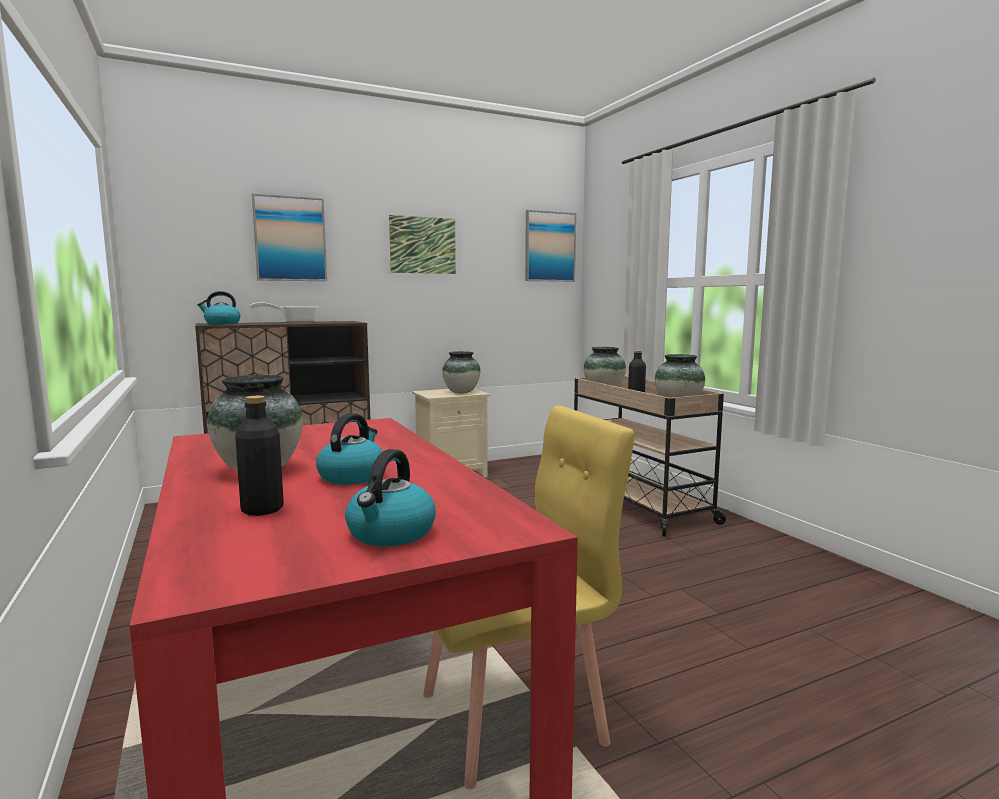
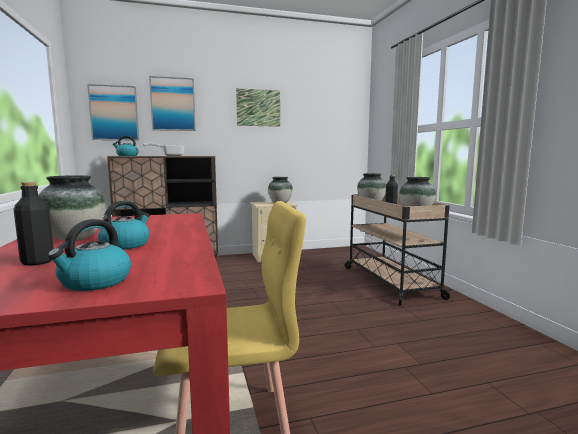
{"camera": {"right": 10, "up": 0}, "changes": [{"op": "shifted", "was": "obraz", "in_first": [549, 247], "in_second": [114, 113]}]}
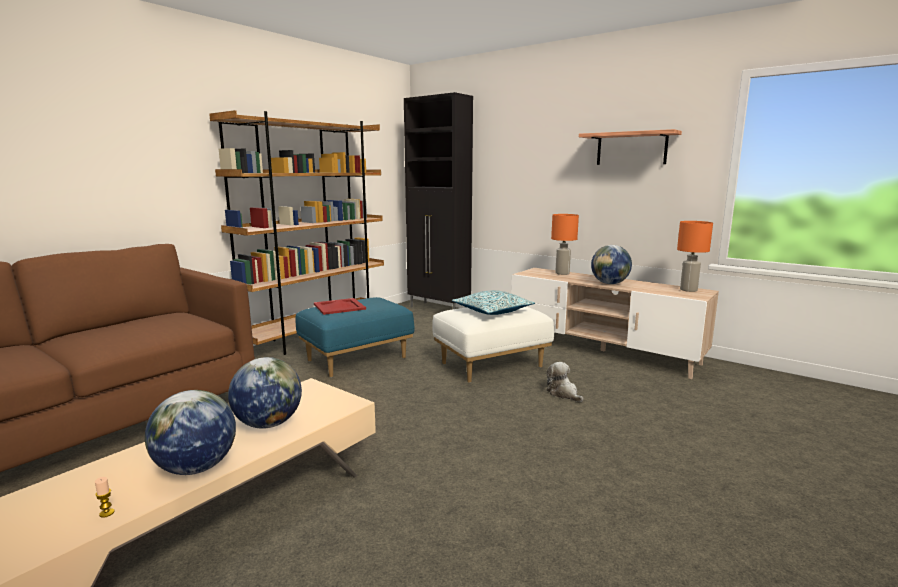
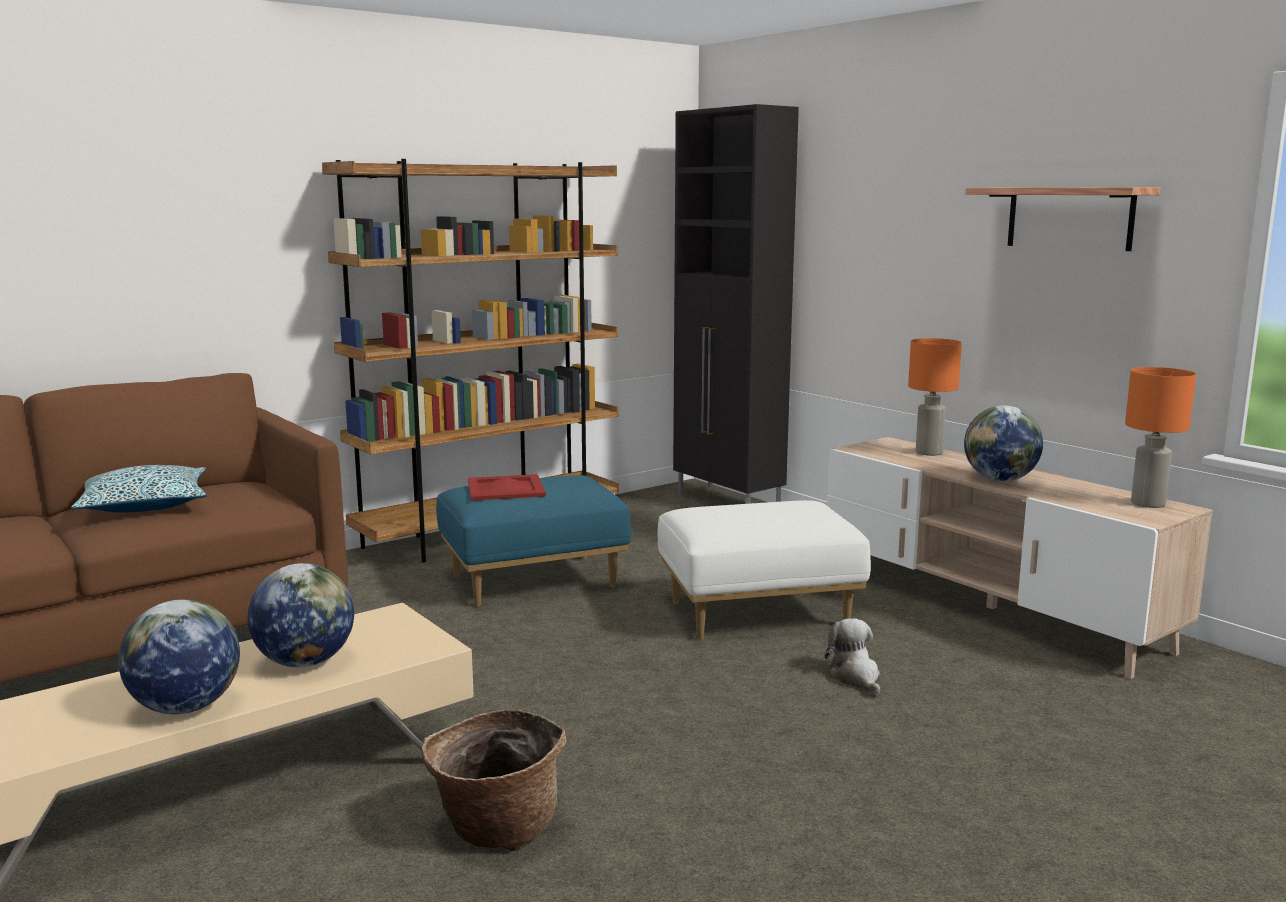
{"camera": {"right": 15, "up": 0}, "changes": [{"op": "shifted", "was": "poduszka", "in_first": [492, 311], "in_second": [145, 505]}, {"op": "new", "now": "koszyk", "in_second": [496, 829]}, {"op": "gone", "was": "świeca", "in_first": [107, 513]}]}
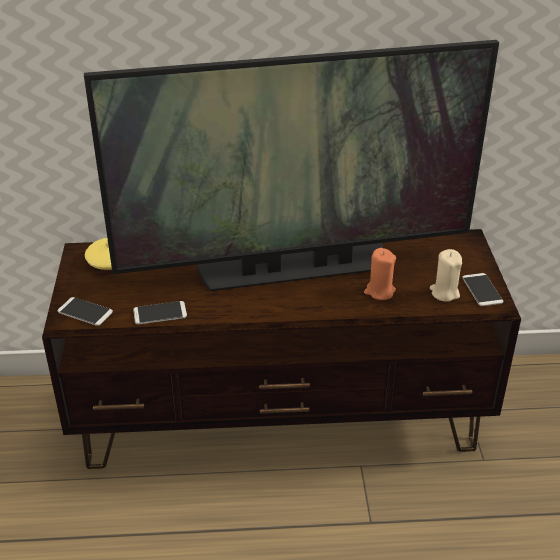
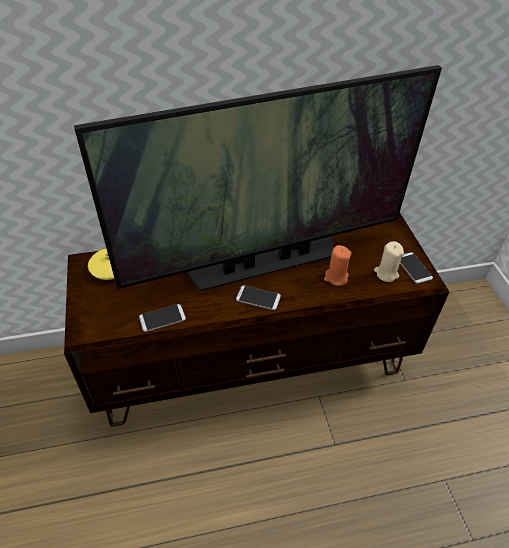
{"camera": {"right": -10, "up": 10}, "changes": [{"op": "shifted", "was": "telefon", "in_first": [85, 312], "in_second": [258, 298]}]}
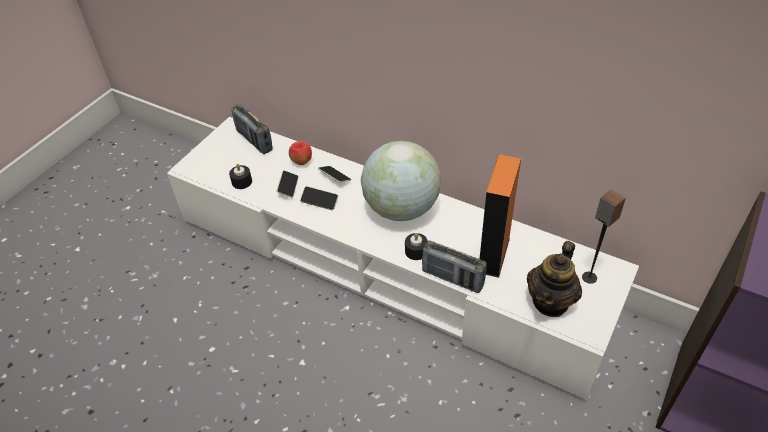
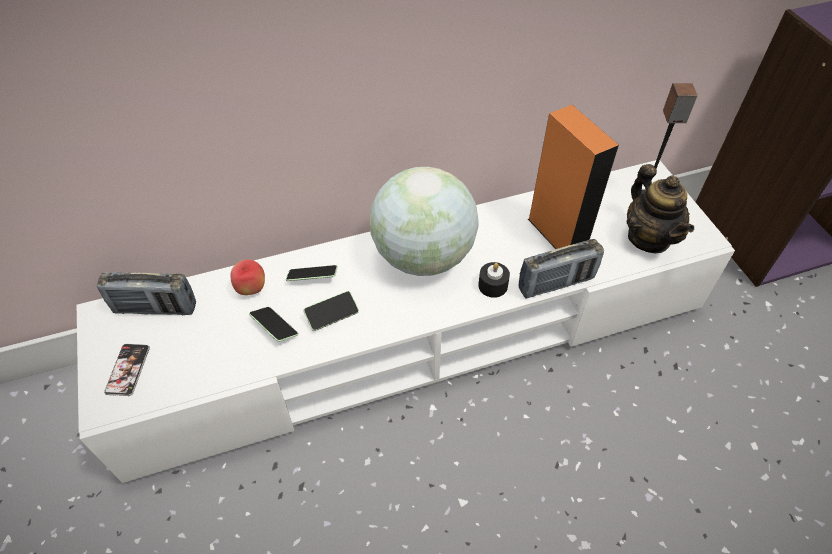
{"camera": {"right": -50, "up": 5}, "changes": [{"op": "new", "now": "telefon", "in_second": [128, 370]}, {"op": "gone", "was": "świeca [czarny]", "in_first": [242, 182]}]}
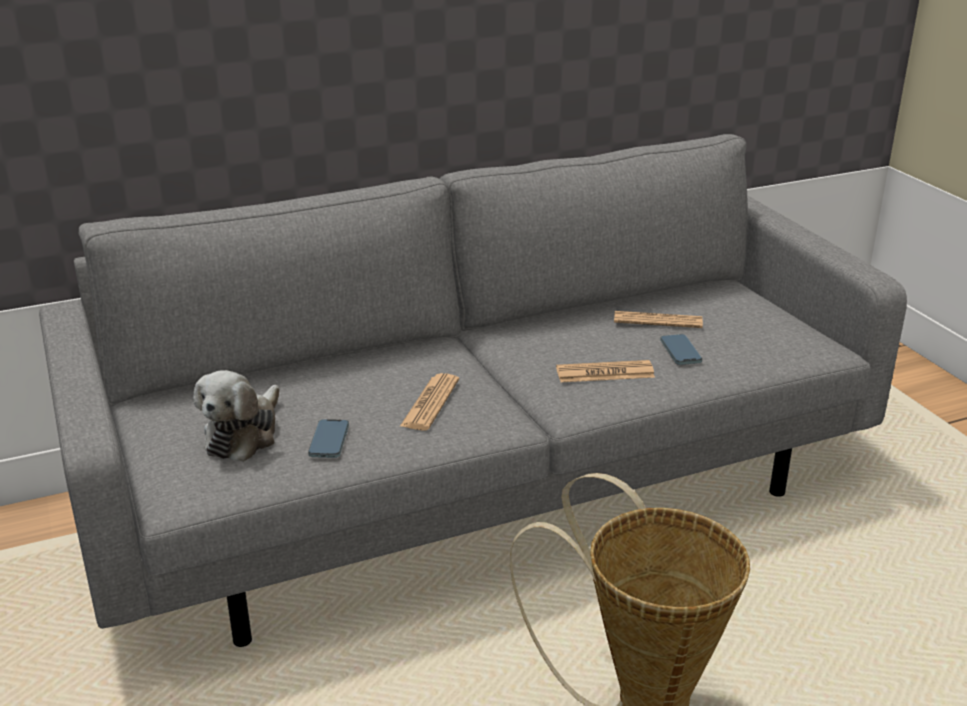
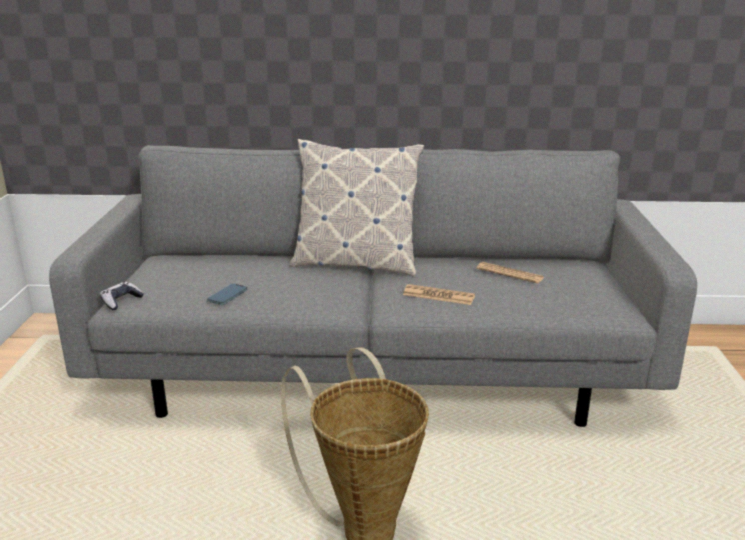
{"camera": {"right": 25, "up": -5}, "changes": [{"op": "new", "now": "pad do gier", "in_second": [121, 301]}, {"op": "new", "now": "poduszka", "in_second": [356, 263]}, {"op": "gone", "was": "pluszak", "in_first": [244, 434]}, {"op": "gone", "was": "gazeta", "in_first": [430, 403]}, {"op": "gone", "was": "telefon", "in_first": [680, 352]}]}
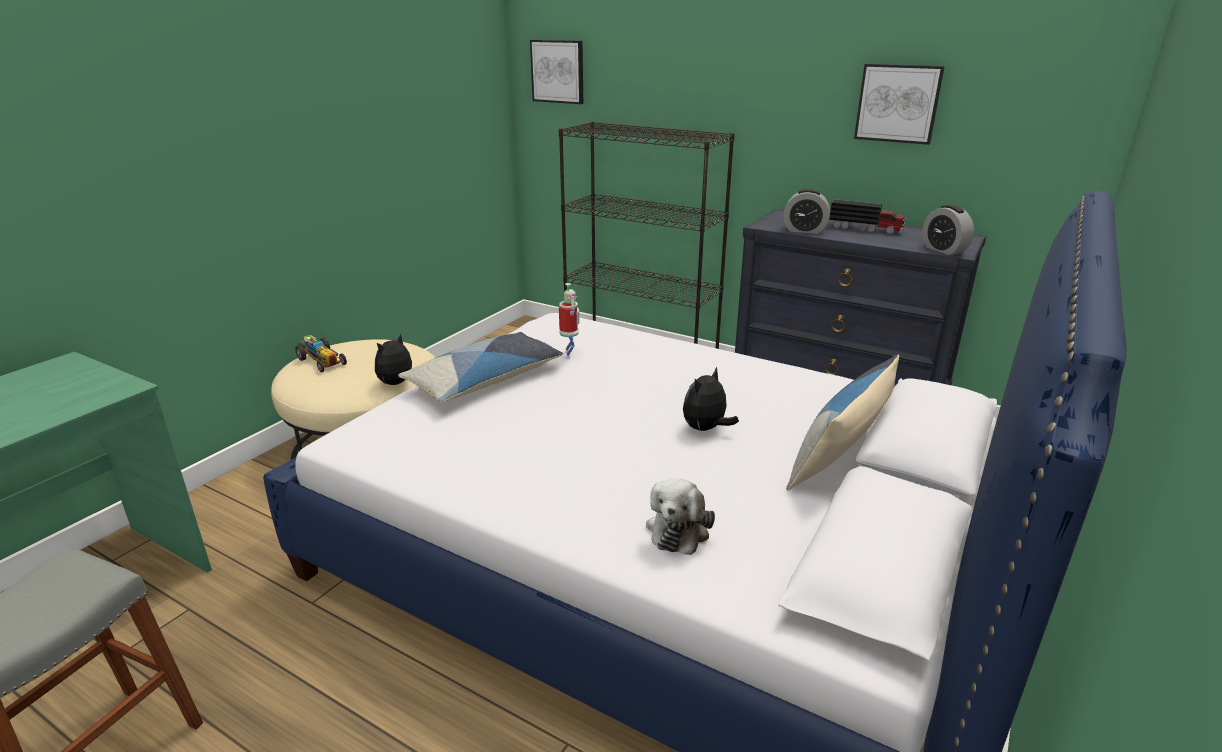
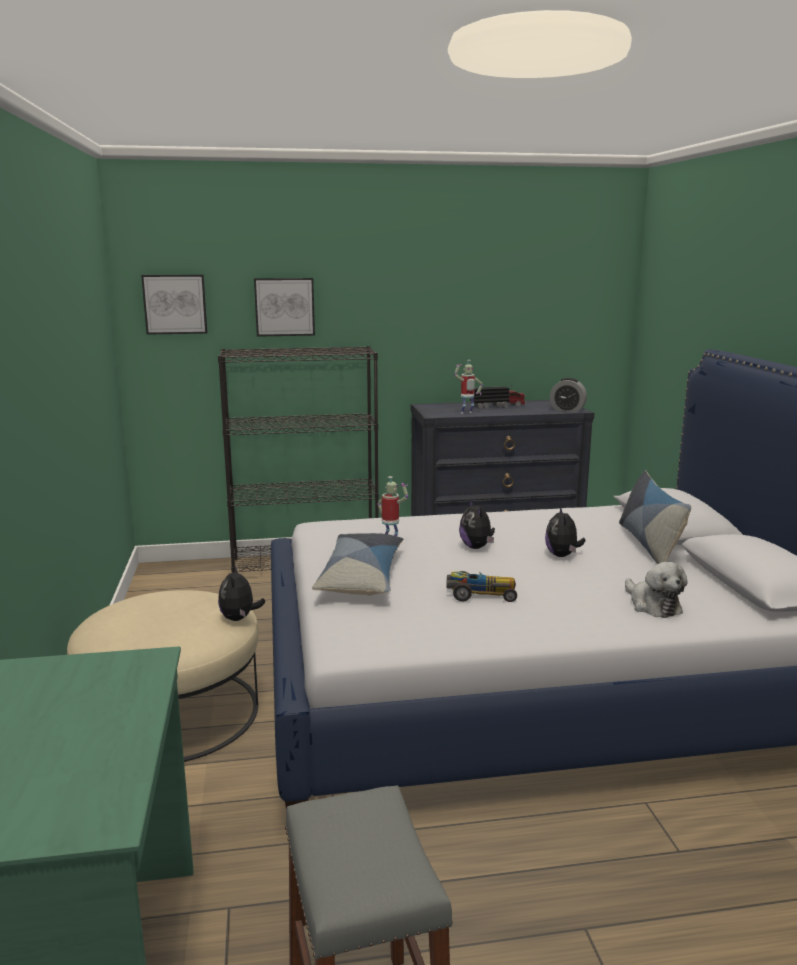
{"camera": {"right": -40, "up": -10}, "changes": [{"op": "shifted", "was": "obraz", "in_first": [898, 103], "in_second": [284, 307]}, {"op": "shifted", "was": "samochodzik", "in_first": [321, 360], "in_second": [480, 595]}, {"op": "swapped", "was": "budzik", "now": "robot zabawkowy", "in_first": [804, 230], "in_second": [467, 413]}, {"op": "new", "now": "pluszak", "in_second": [477, 547]}]}
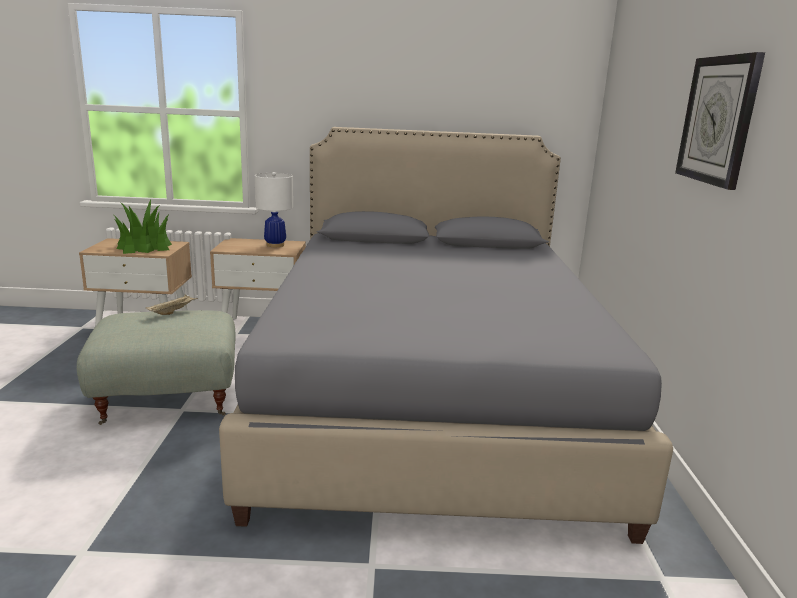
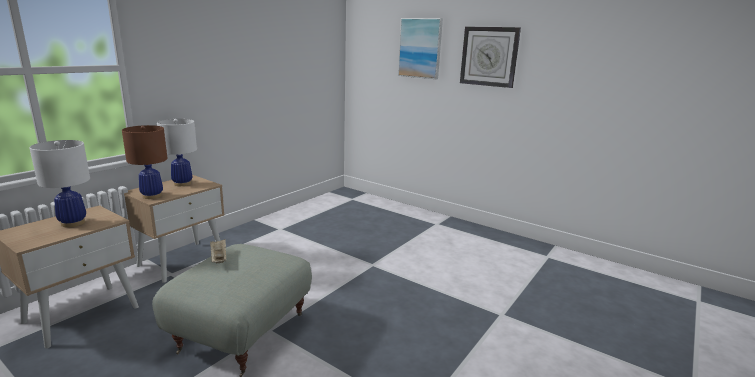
{"camera": {"right": -55, "up": 0}, "changes": [{"op": "swapped", "was": "roślina doniczkowa", "now": "lampa stołowa [biały]", "in_first": [144, 247], "in_second": [72, 223]}, {"op": "new", "now": "lampa stołowa [brązowy]", "in_second": [152, 196]}, {"op": "new", "now": "obraz", "in_second": [420, 48]}, {"op": "gone", "was": "łóżko [szary]", "in_first": [429, 399]}]}
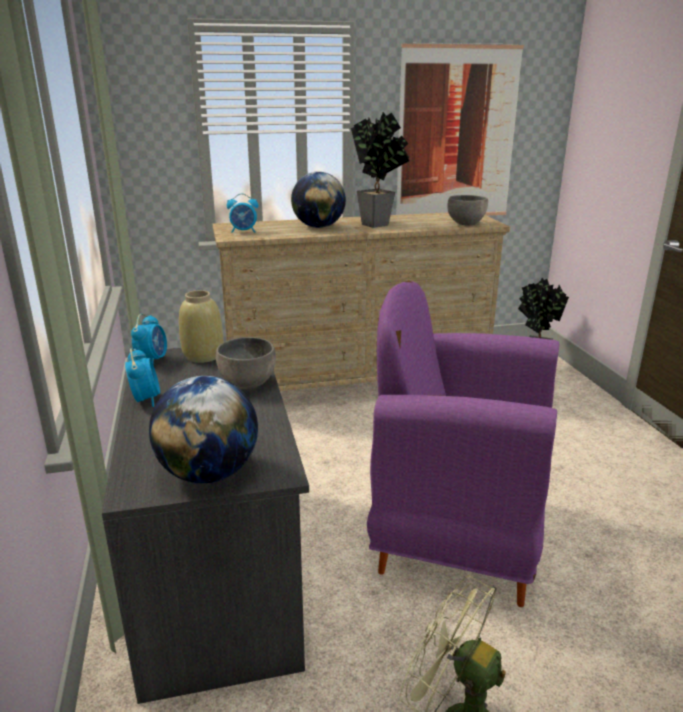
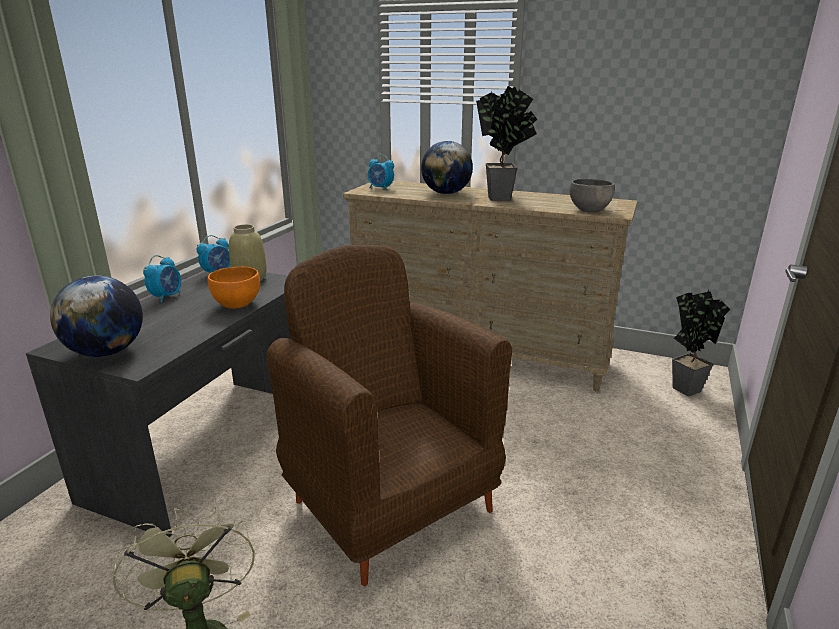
{"camera": {"right": 35, "up": 0}, "changes": [{"op": "repainted", "was": "miska [szary]", "now": "miska [pomarańczowy]", "in_first": [247, 384], "in_second": [237, 305]}, {"op": "repainted", "was": "fotel [fioletowy]", "now": "fotel [brązowy]", "in_first": [456, 536], "in_second": [390, 504]}, {"op": "gone", "was": "obraz", "in_first": [456, 134]}]}
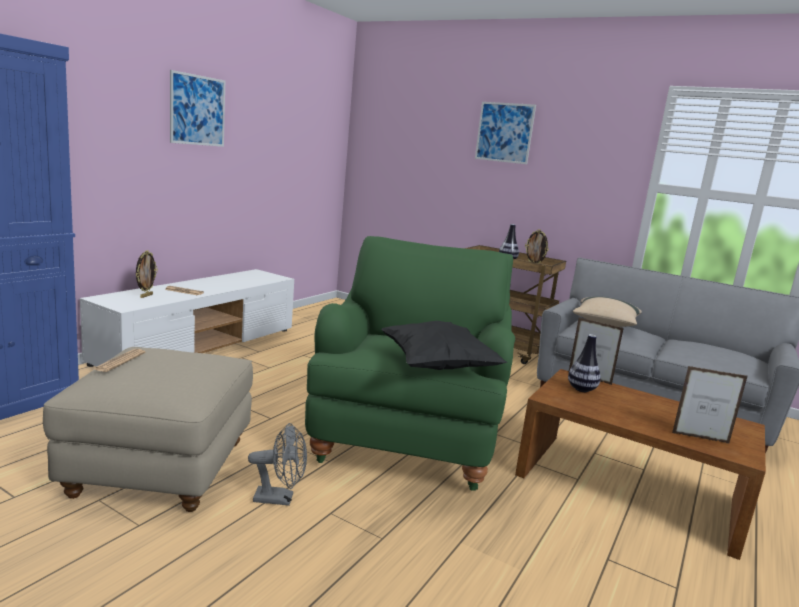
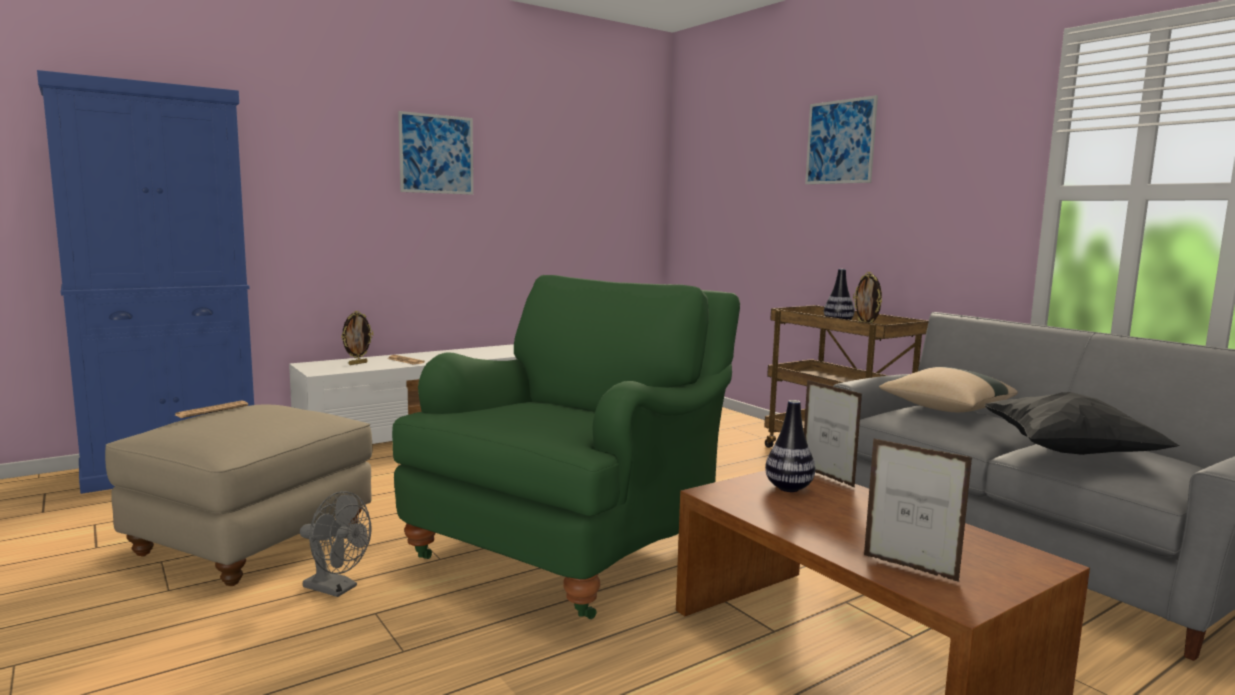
{"camera": {"right": 25, "up": -5}, "changes": [{"op": "shifted", "was": "poduszka [czarny]", "in_first": [438, 367], "in_second": [1069, 453]}]}
